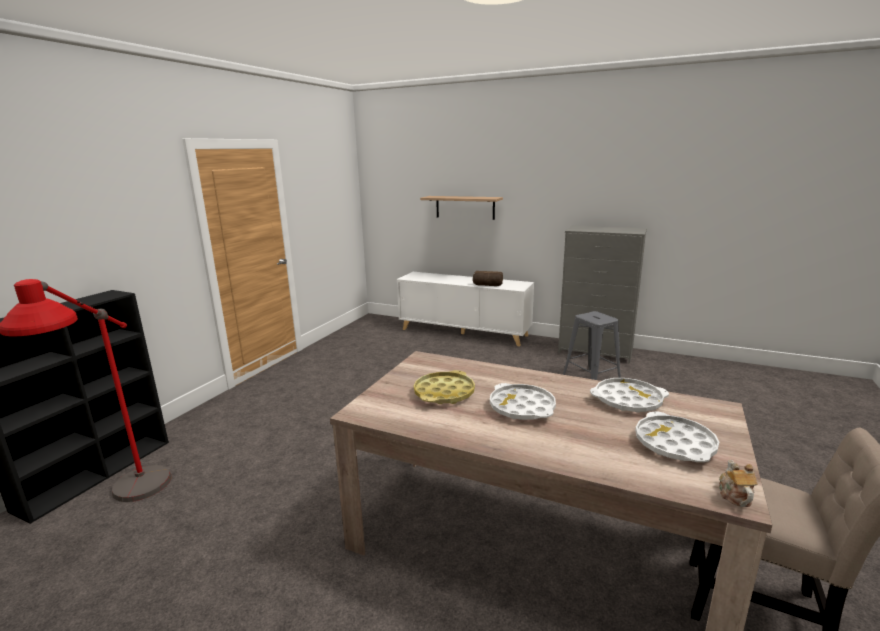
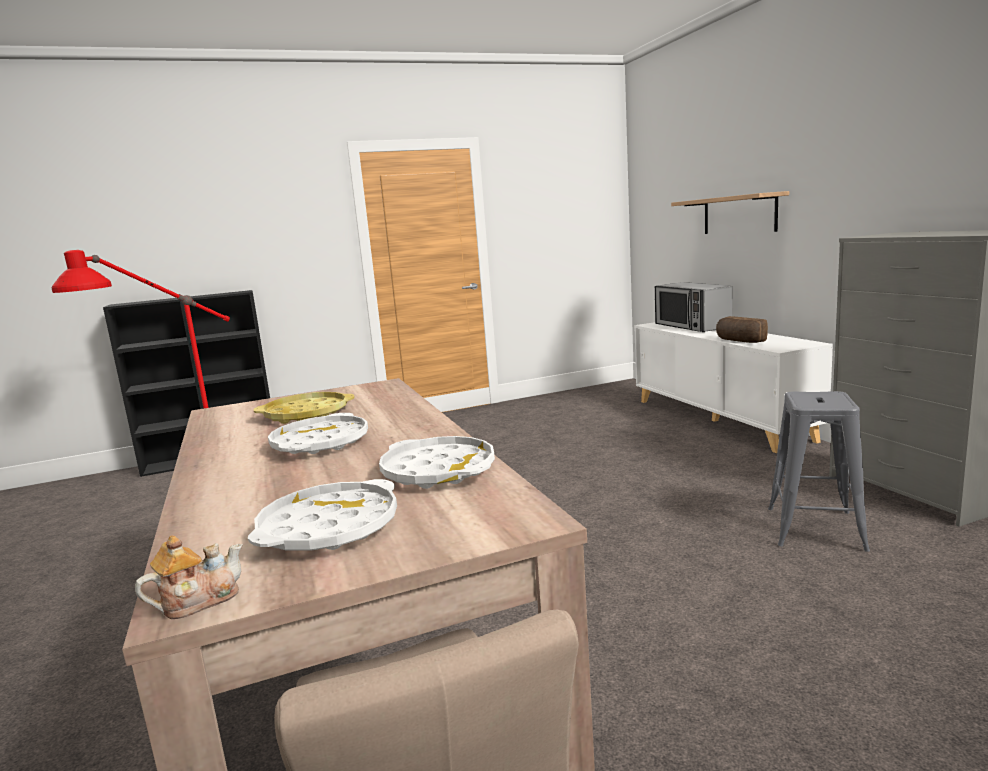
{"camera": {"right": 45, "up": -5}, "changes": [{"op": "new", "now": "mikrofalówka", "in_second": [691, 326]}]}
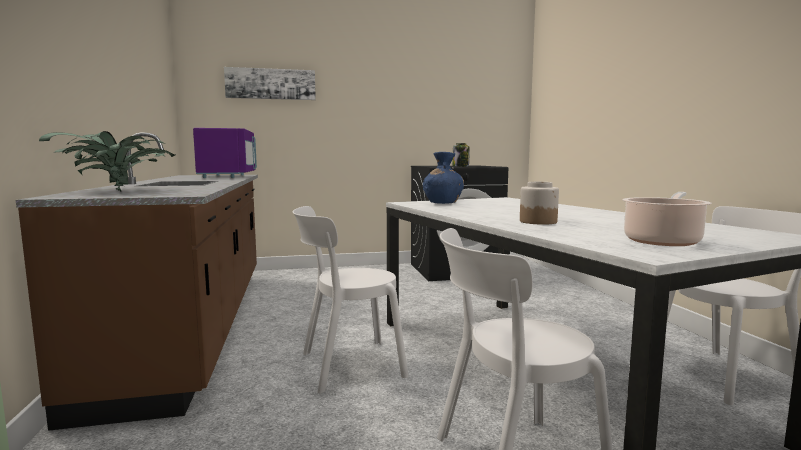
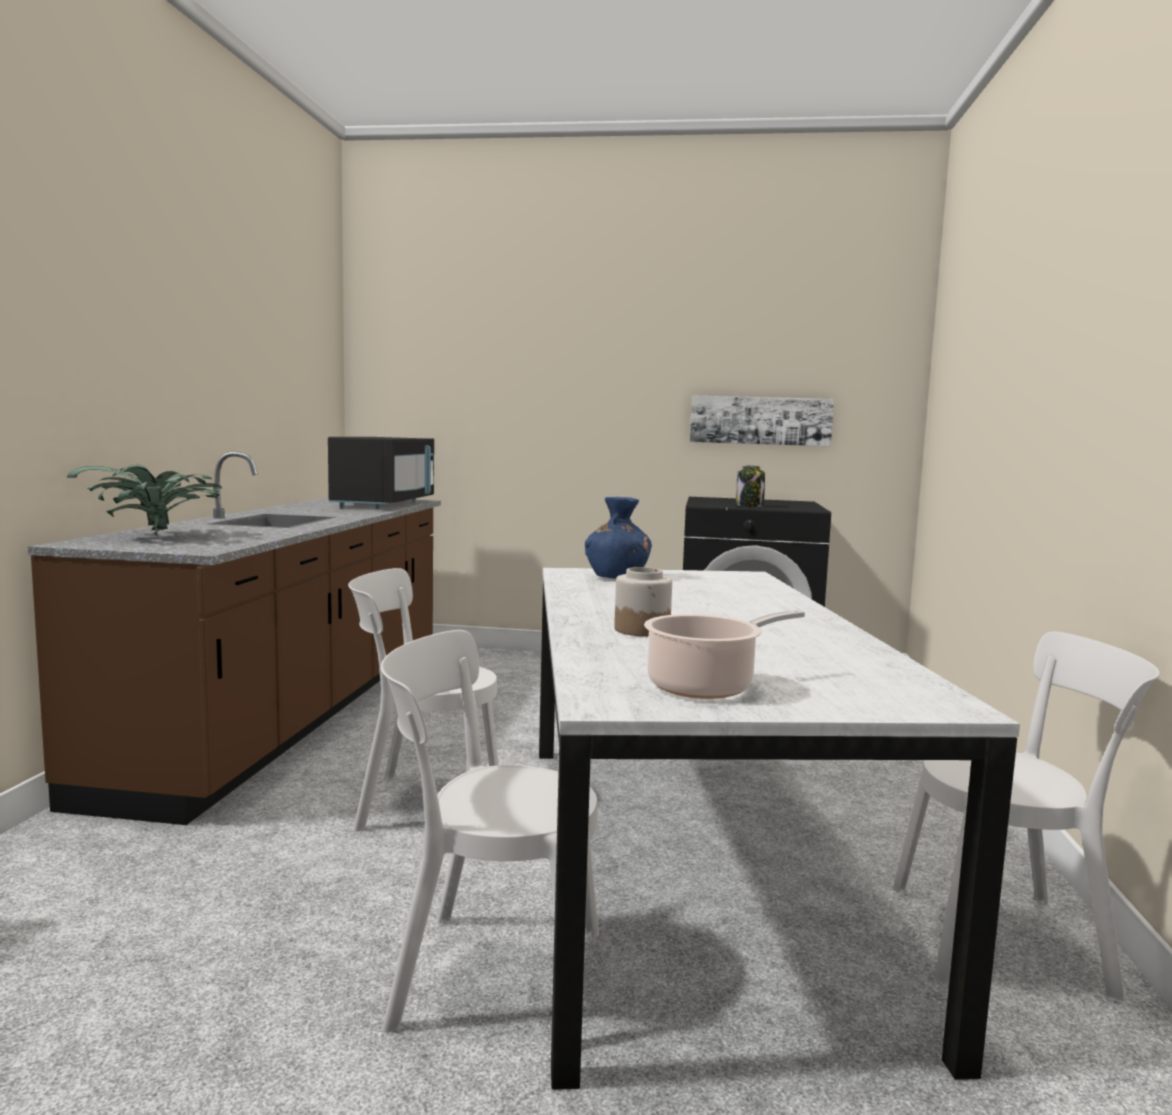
{"camera": {"right": 20, "up": 0}, "changes": [{"op": "repainted", "was": "mikrofalówka [fioletowy]", "now": "mikrofalówka [czarny]", "in_first": [229, 176], "in_second": [385, 504]}, {"op": "shifted", "was": "obraz", "in_first": [271, 84], "in_second": [760, 420]}]}
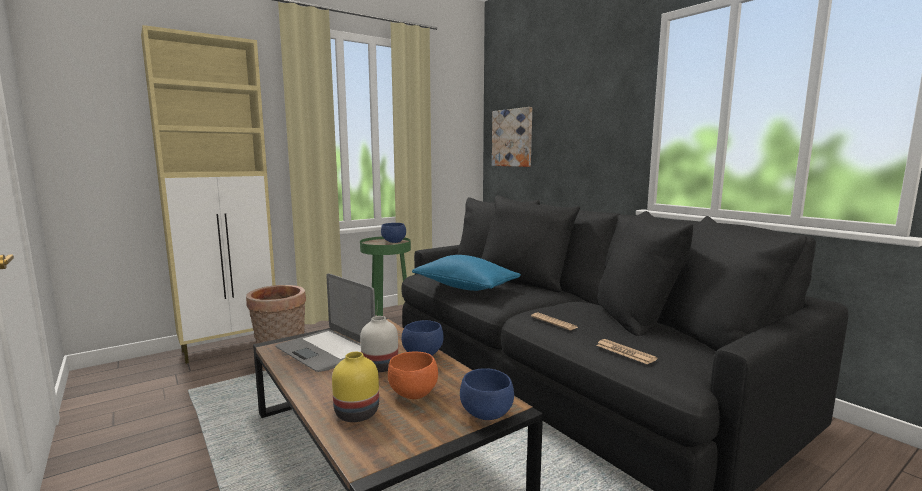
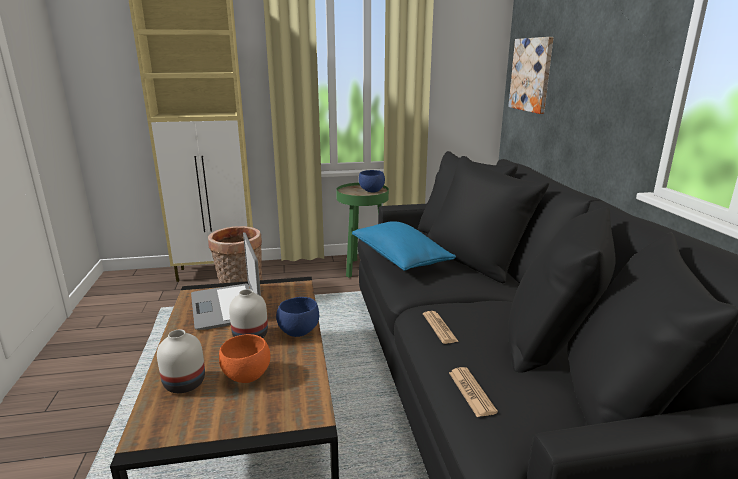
{"camera": {"right": 25, "up": 10}, "changes": [{"op": "repainted", "was": "wazon [żółty]", "now": "wazon [biały]", "in_first": [357, 413], "in_second": [185, 383]}, {"op": "gone", "was": "miska [niebieski]", "in_first": [488, 415]}]}
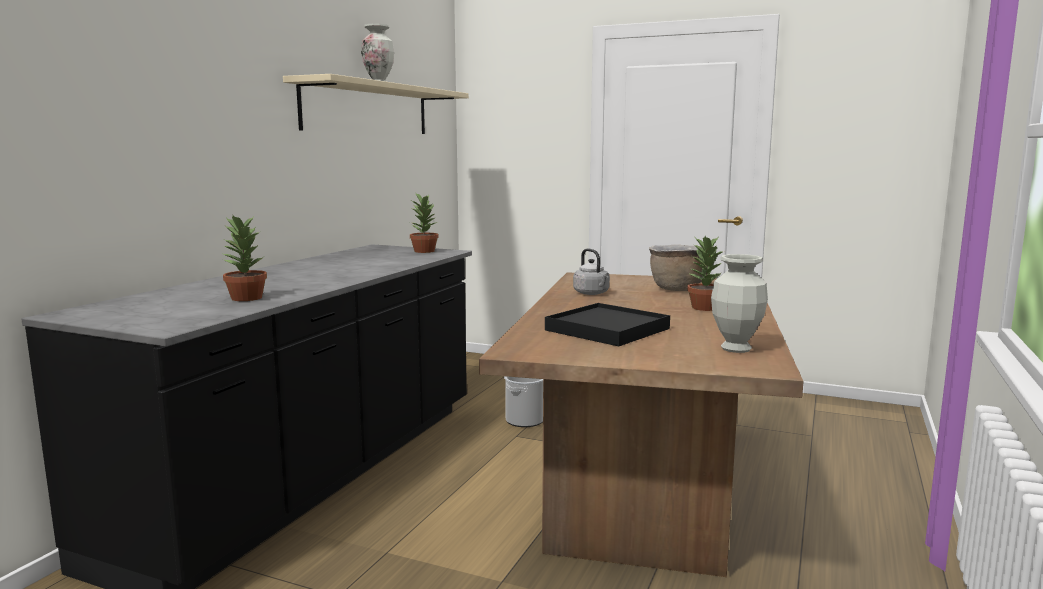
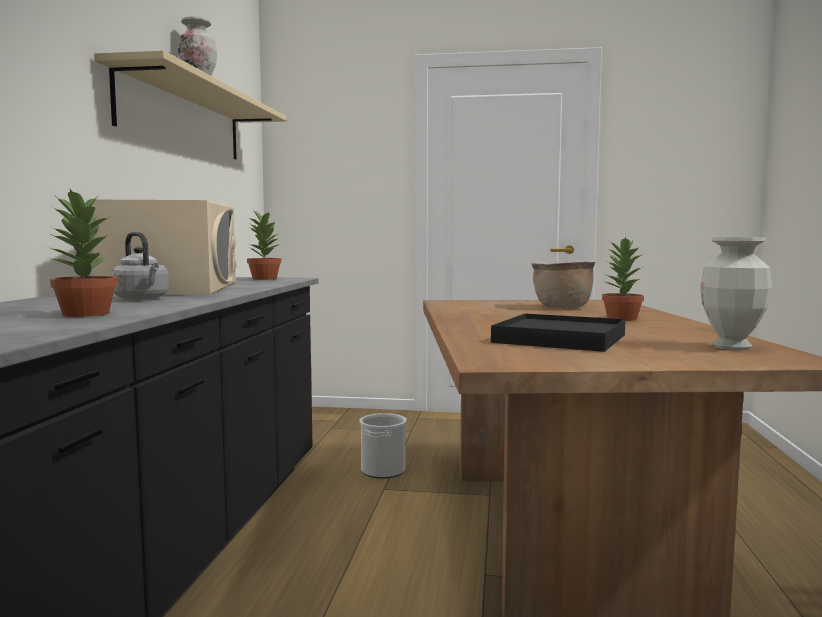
{"camera": {"right": -15, "up": -5}, "changes": [{"op": "new", "now": "mikrofalówka [beżowy]", "in_second": [174, 288]}, {"op": "shifted", "was": "czajnik [szary]", "in_first": [592, 293], "in_second": [142, 299]}]}
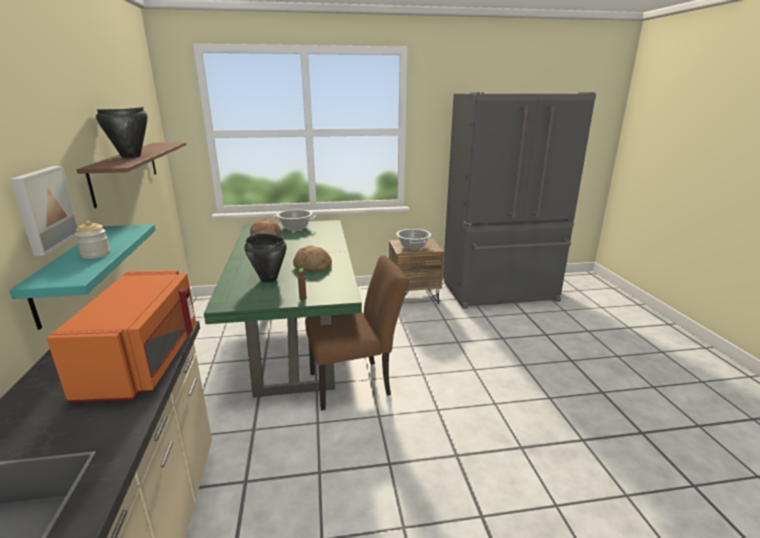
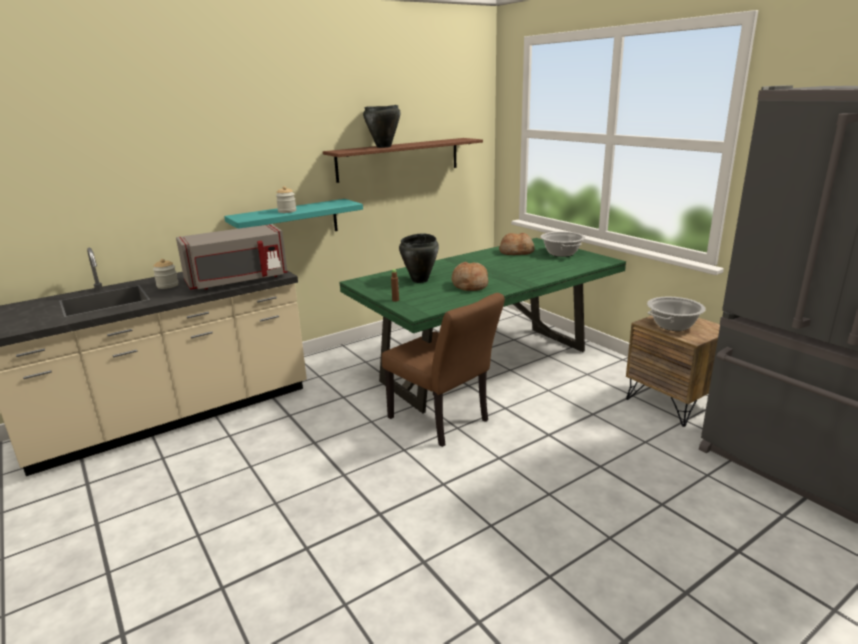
{"camera": {"right": 65, "up": 0}, "changes": [{"op": "new", "now": "słoik", "in_second": [167, 285]}, {"op": "repainted", "was": "mikrofalówka [pomarańczowy]", "now": "mikrofalówka [szary]", "in_first": [145, 360], "in_second": [238, 280]}, {"op": "gone", "was": "obraz", "in_first": [43, 208]}]}
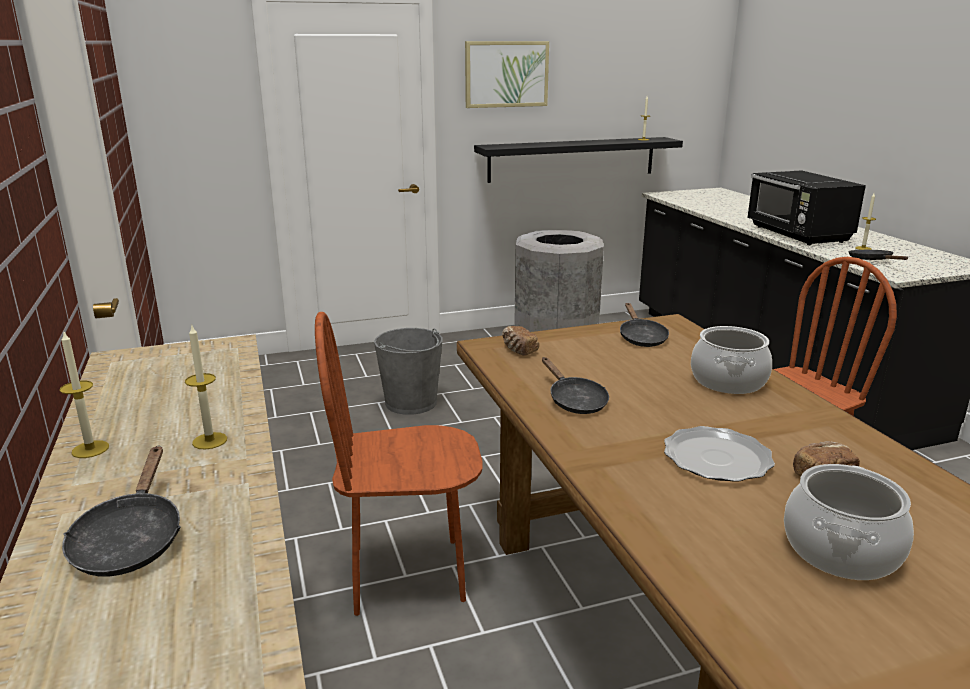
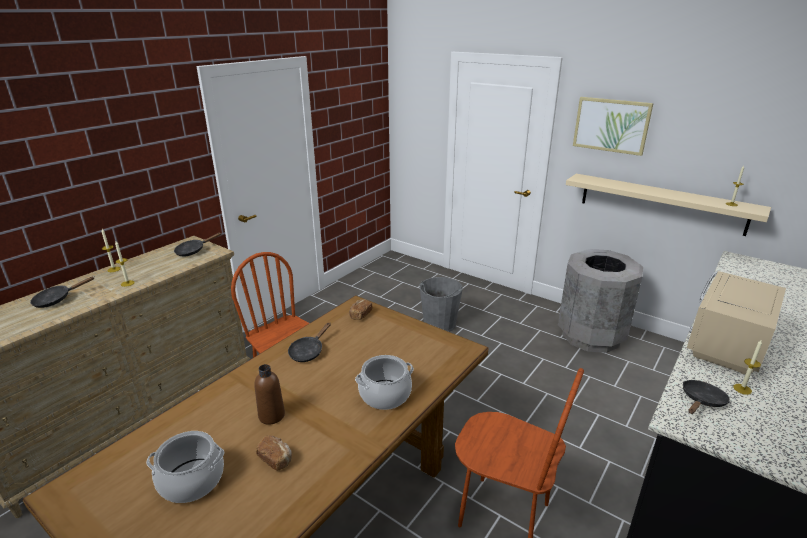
{"camera": {"right": 55, "up": 5}, "changes": [{"op": "shifted", "was": "patelnia [czarny]", "in_first": [641, 337], "in_second": [193, 251]}, {"op": "swapped", "was": "talerz", "now": "butelka [brązowy]", "in_first": [717, 458], "in_second": [271, 415]}, {"op": "repainted", "was": "półka [czarny]", "now": "półka [beżowy]", "in_first": [572, 159], "in_second": [661, 203]}, {"op": "repainted", "was": "mikrofalówka [czarny]", "now": "mikrofalówka [beżowy]", "in_first": [797, 234], "in_second": [725, 346]}]}
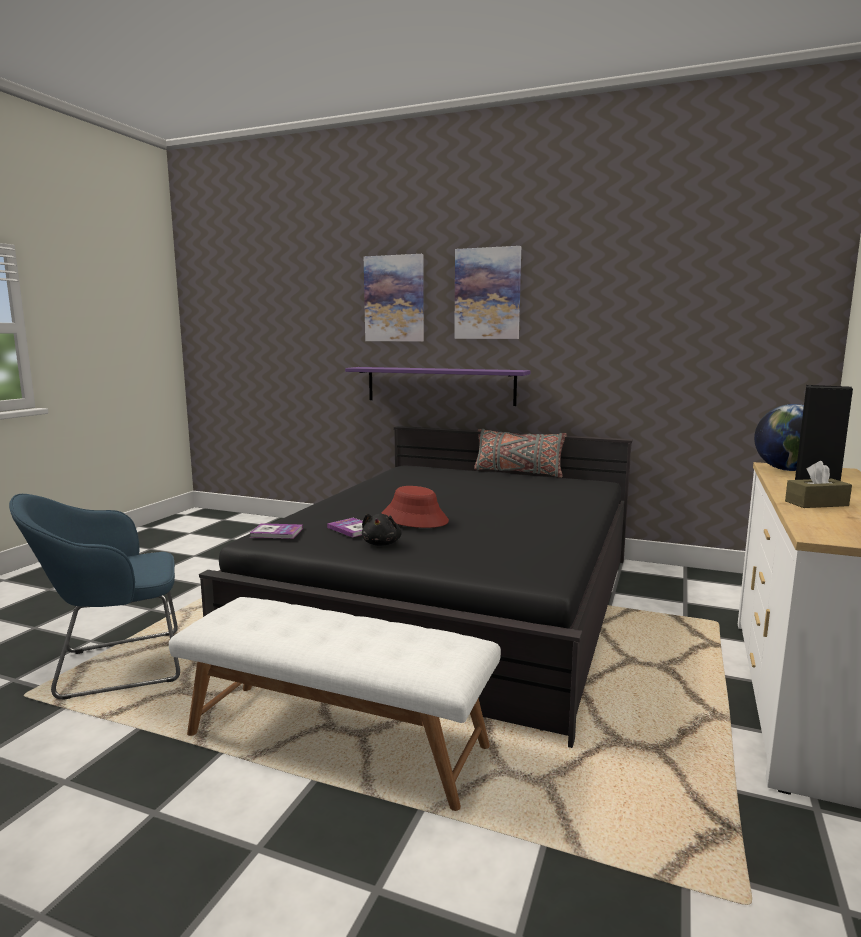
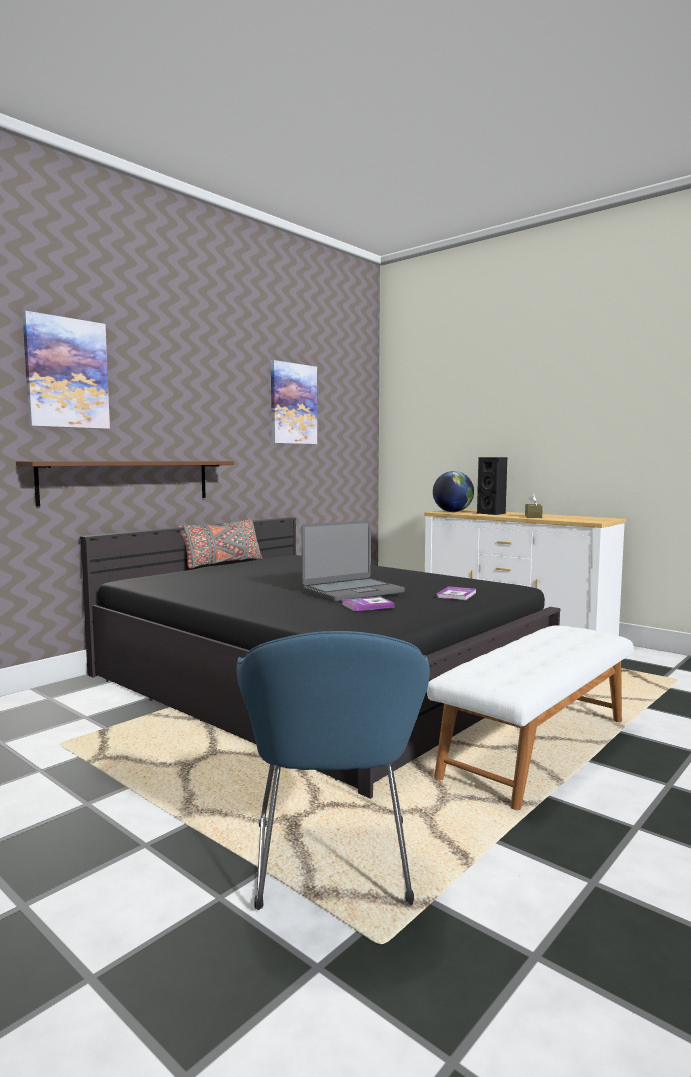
{"camera": {"right": -70, "up": -5}, "changes": [{"op": "repainted", "was": "półka [fioletowy]", "now": "półka [brązowy]", "in_first": [440, 385], "in_second": [128, 481]}, {"op": "shifted", "was": "obraz", "in_first": [487, 294], "in_second": [293, 404]}, {"op": "swapped", "was": "kapelusz [czerwony]", "now": "laptop", "in_first": [414, 518], "in_second": [352, 591]}, {"op": "shifted", "was": "książka", "in_first": [276, 533], "in_second": [456, 595]}, {"op": "gone", "was": "pluszak [czarny]", "in_first": [382, 543]}]}
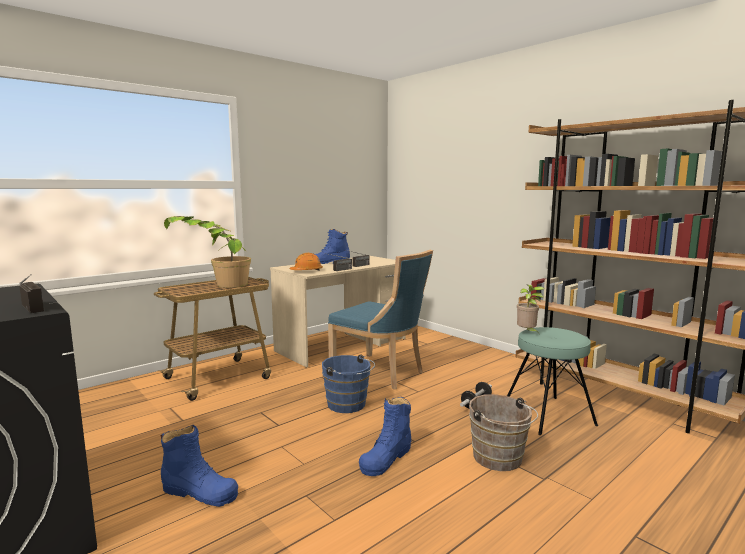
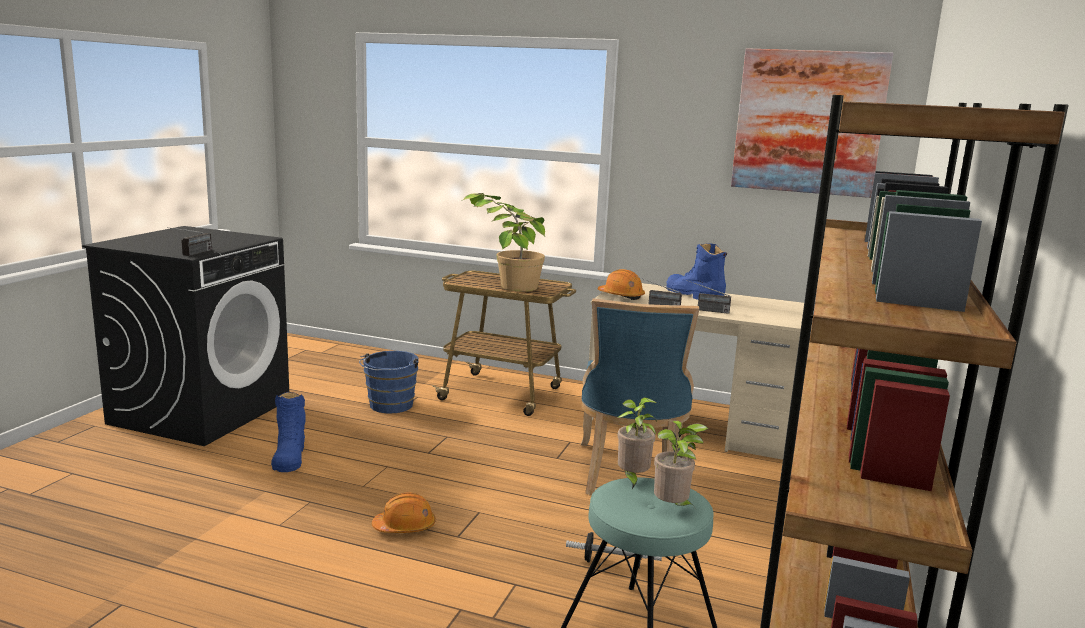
{"camera": {"right": 60, "up": 5}, "changes": [{"op": "shifted", "was": "wiadro [niebieski]", "in_first": [348, 405], "in_second": [389, 406]}, {"op": "swapped", "was": "but z cholewką [niebieski]", "now": "kask [pomarańczowy]", "in_first": [386, 458], "in_second": [405, 527]}, {"op": "new", "now": "roślina doniczkowa", "in_second": [673, 508]}, {"op": "new", "now": "obraz", "in_second": [808, 122]}, {"op": "gone", "was": "wiadro [brązowy]", "in_first": [499, 460]}]}
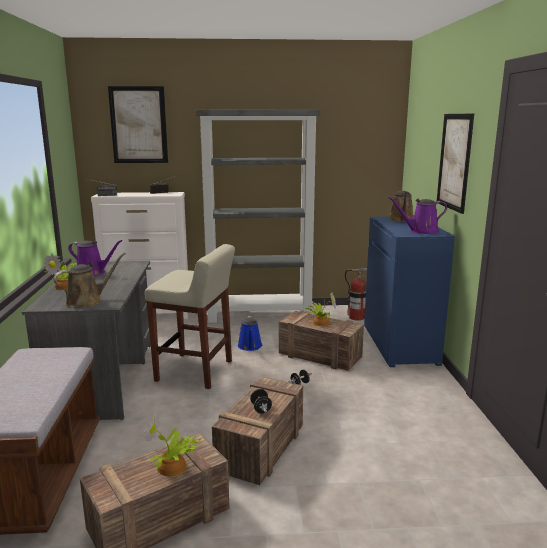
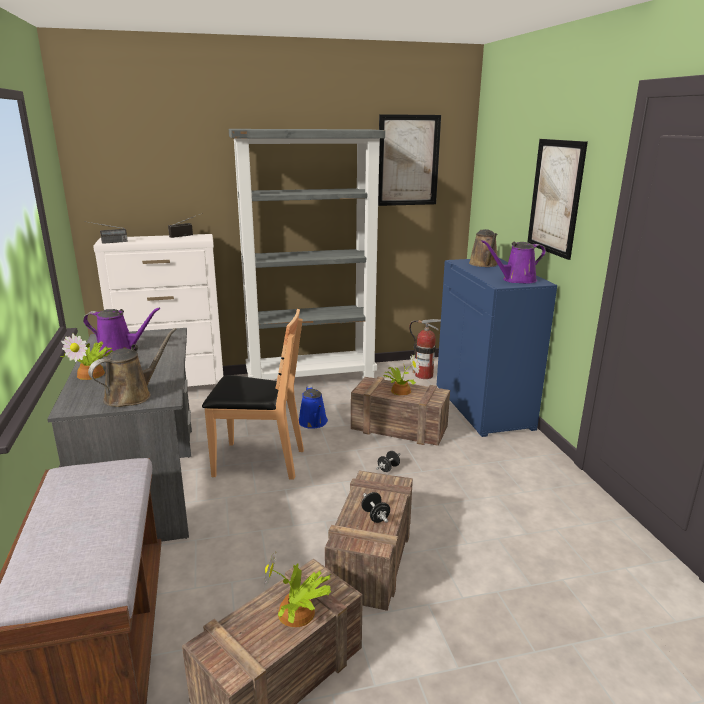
{"camera": {"right": -10, "up": 5}, "changes": [{"op": "swapped", "was": "stołek [beżowy]", "now": "krzesło [brązowy]", "in_first": [195, 371], "in_second": [258, 461]}, {"op": "shifted", "was": "obraz", "in_first": [138, 125], "in_second": [408, 160]}]}
